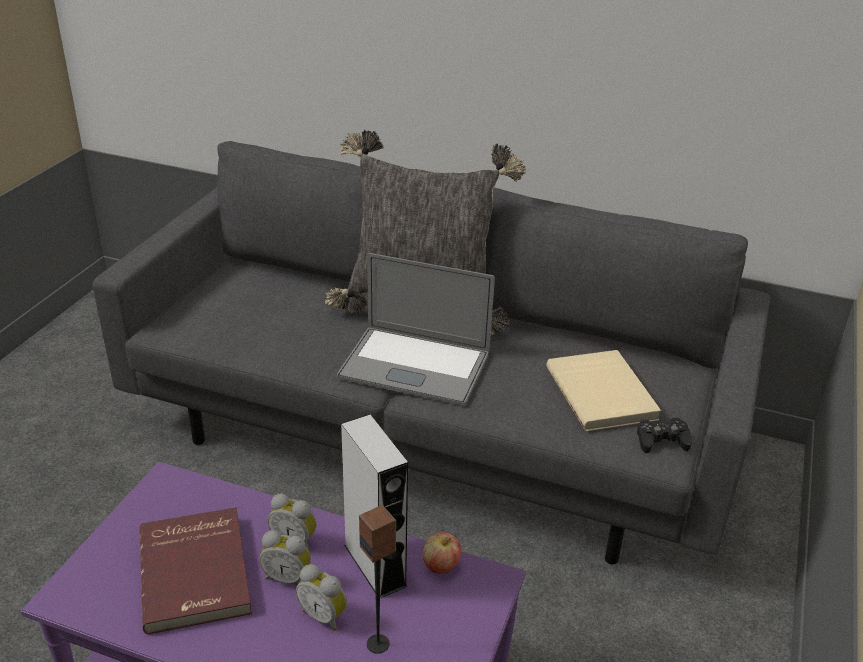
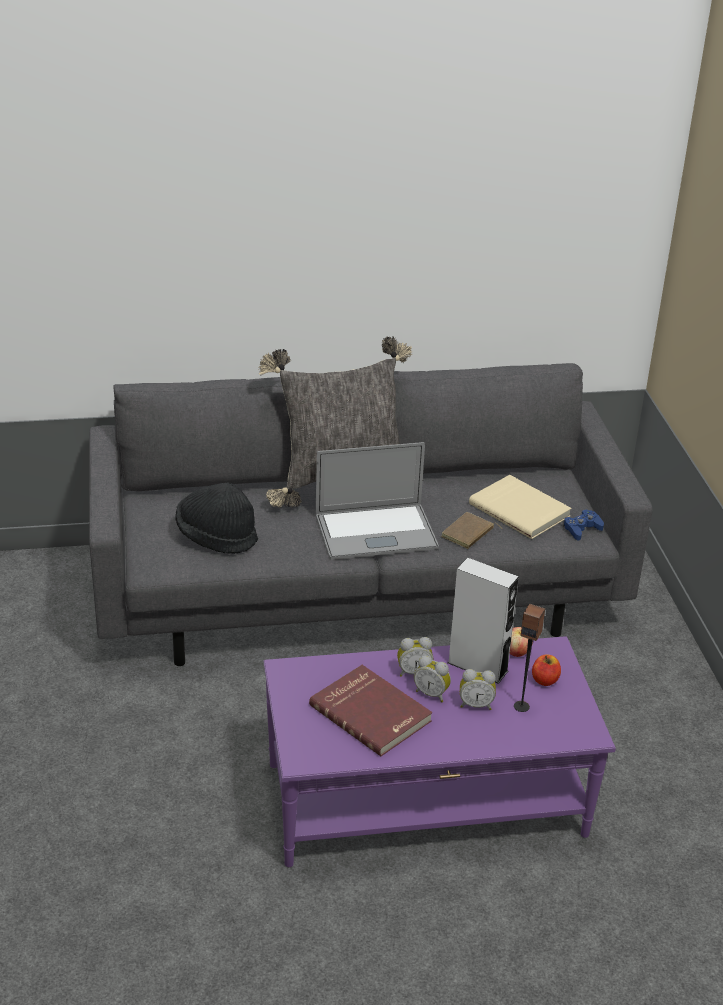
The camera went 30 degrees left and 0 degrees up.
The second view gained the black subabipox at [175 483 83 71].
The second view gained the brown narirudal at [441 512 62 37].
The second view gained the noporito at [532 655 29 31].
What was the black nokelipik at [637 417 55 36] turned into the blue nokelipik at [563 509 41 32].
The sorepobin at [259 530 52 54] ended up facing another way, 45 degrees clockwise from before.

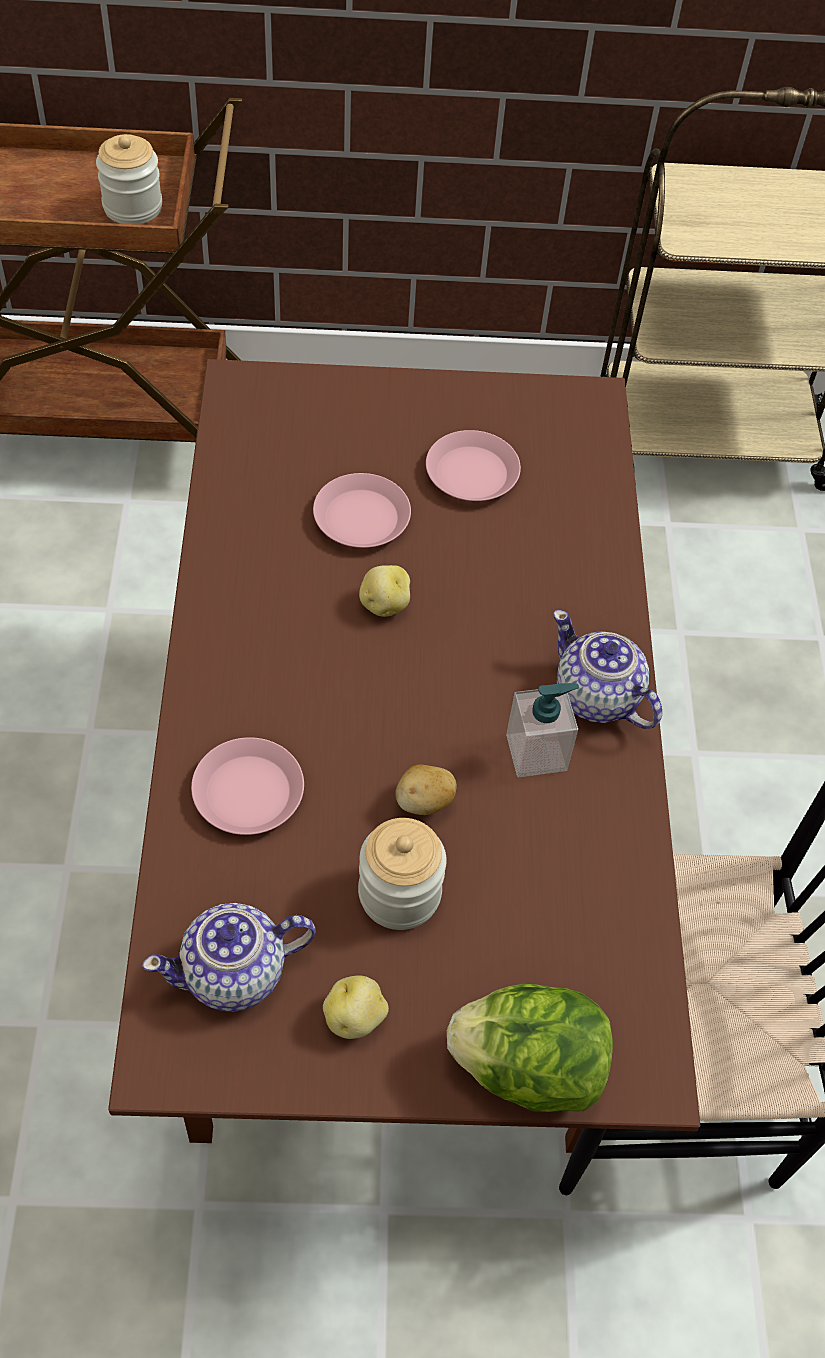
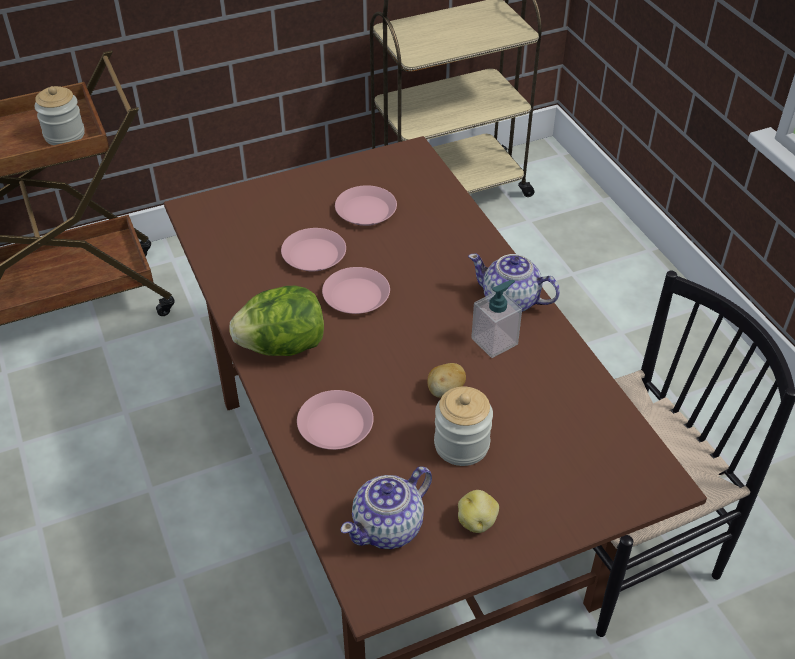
The camera went 20 degrees left and 10 degrees down.
The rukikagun ended up elsewhere, having gone from [447 984 166 128] to [229 286 95 70].
Where the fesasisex stood at [359 565 51 52], the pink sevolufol came to stand at [322 267 68 47].

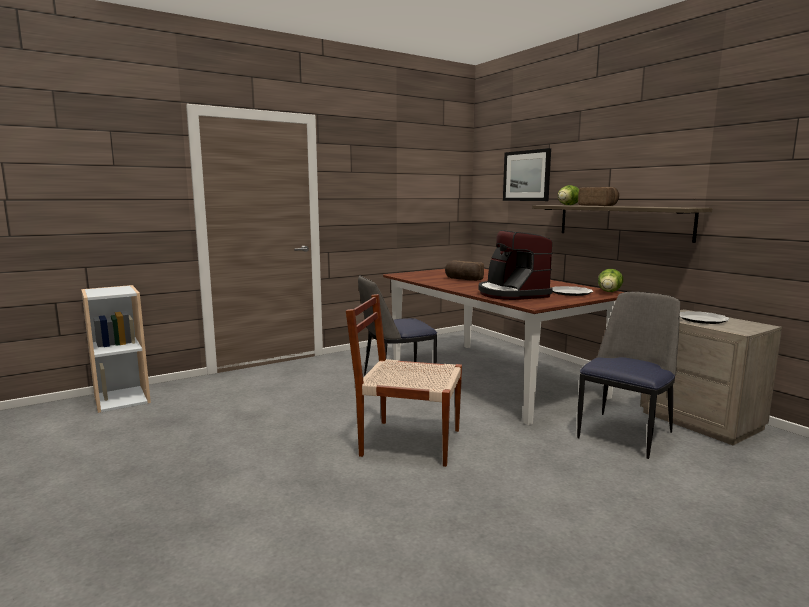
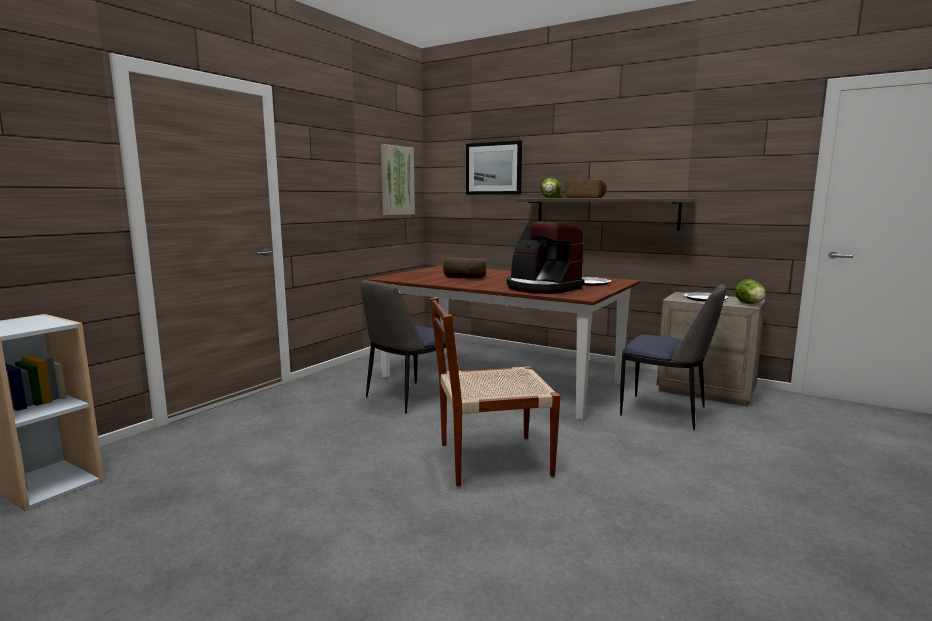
The camera went 25 degrees left and 0 degrees up.
The second view gained the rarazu at [381 144 34 71].
The rukikagun ended up elsewhere, having gone from [598 269 25 23] to [735 279 31 25].
The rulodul at [577 292 103 167] ended up facing another way, 105 degrees clockwise from before.

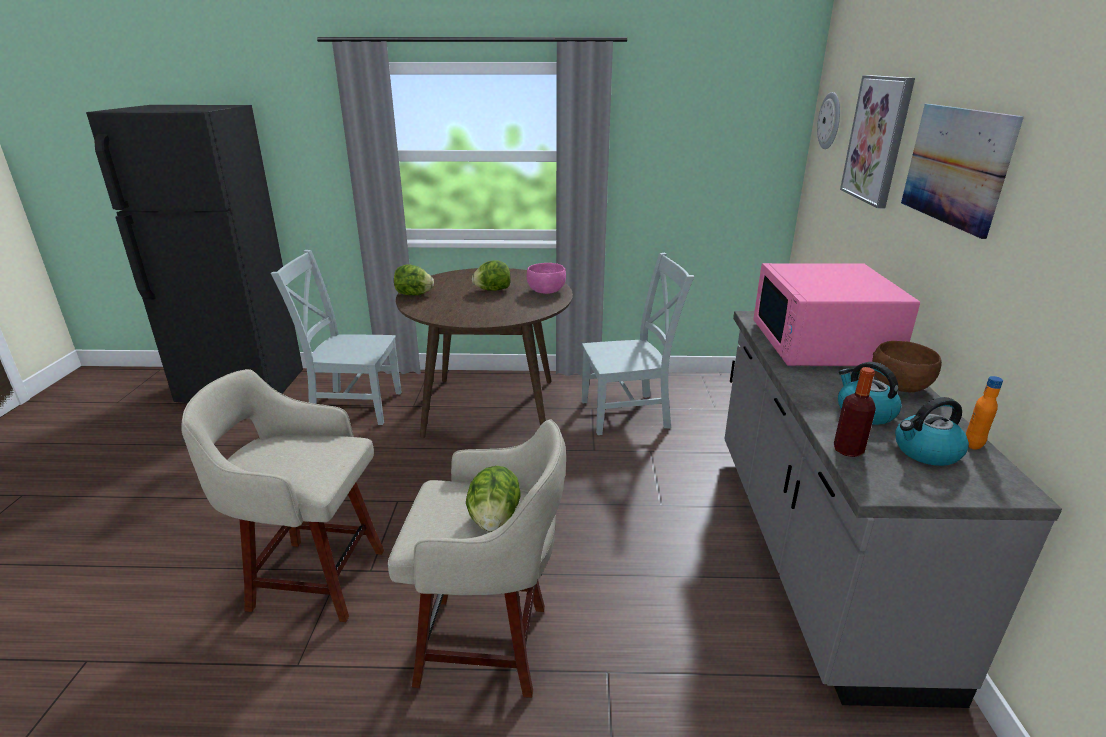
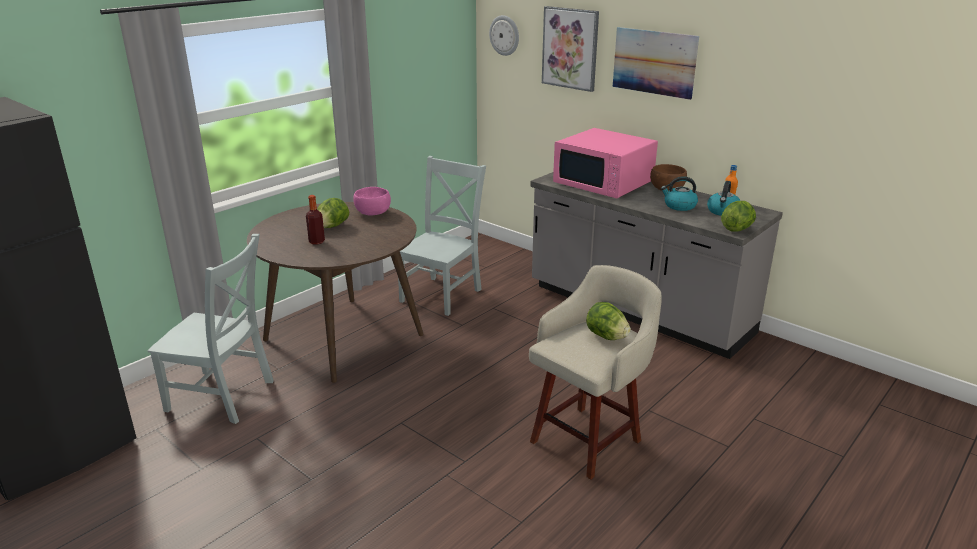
The camera went 50 degrees left and 0 degrees up.
The second view lost the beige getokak at [181 369 203 253].
The rukikagun ended up elsewhere, having gone from [394 264 40 31] to [721 201 35 30].
The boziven ended up elsewhere, having gone from [834 367 42 90] to [306 195 19 50].
The grey rulodul at [271 250 131 175] ended up facing another way, 120 degrees counterclockwise from before.

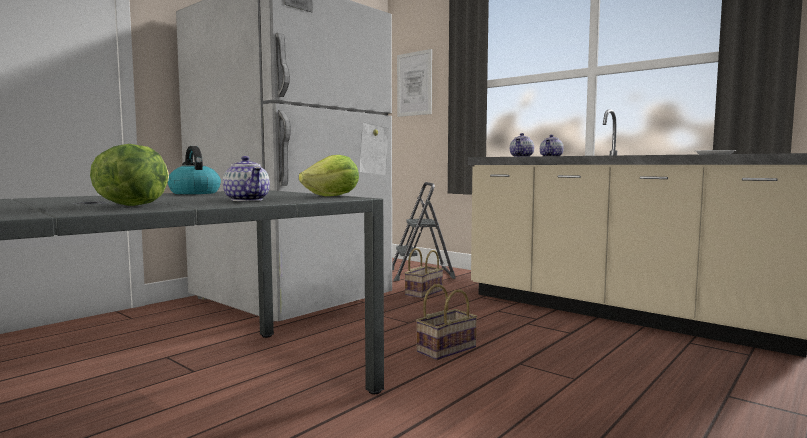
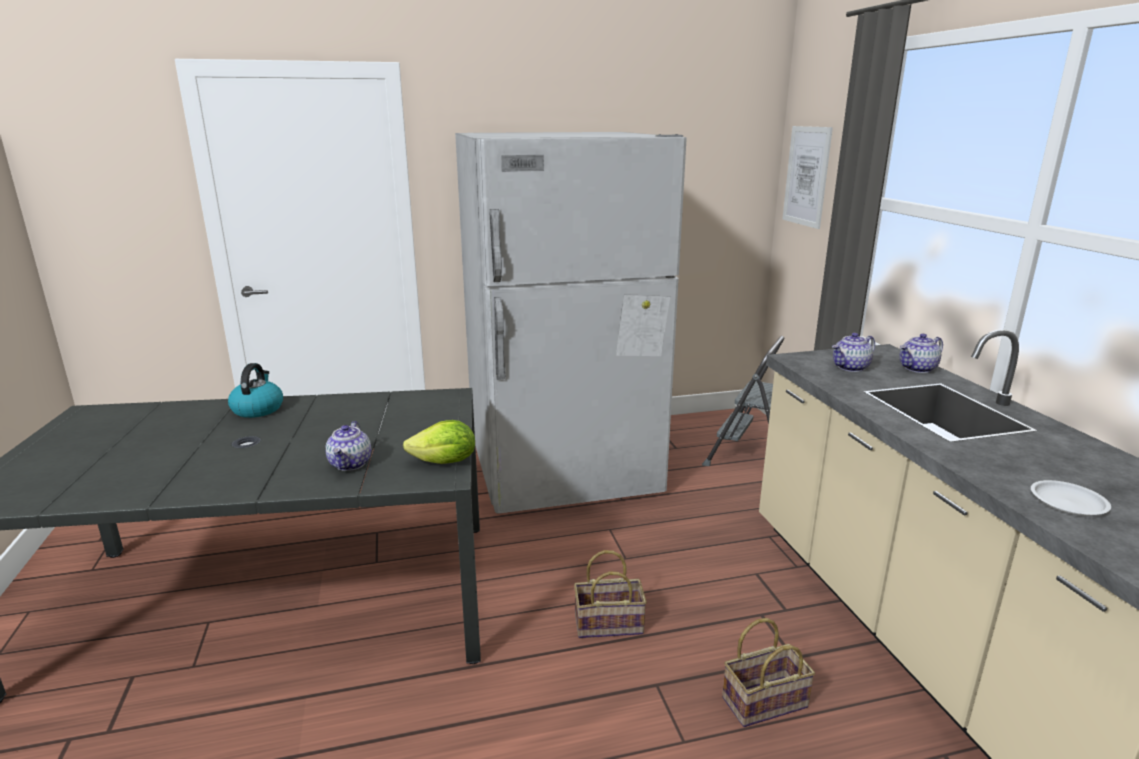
The camera went 35 degrees right and 15 degrees up.
The second view lost the rukikagun at [90 144 79 62].
The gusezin ended up elsewhere, having gone from [167 146 54 48] to [228 363 55 55].
The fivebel ended up elsewhere, having gone from [404 248 39 50] to [722 618 93 109].

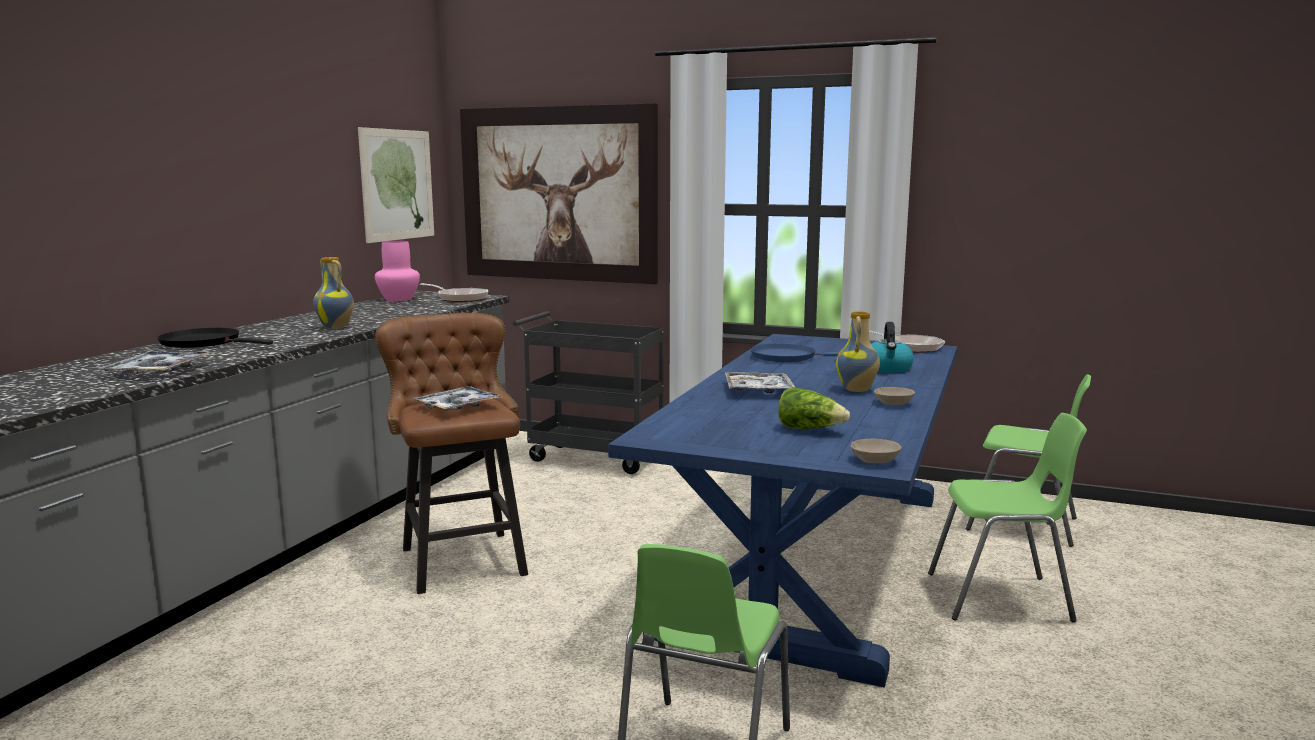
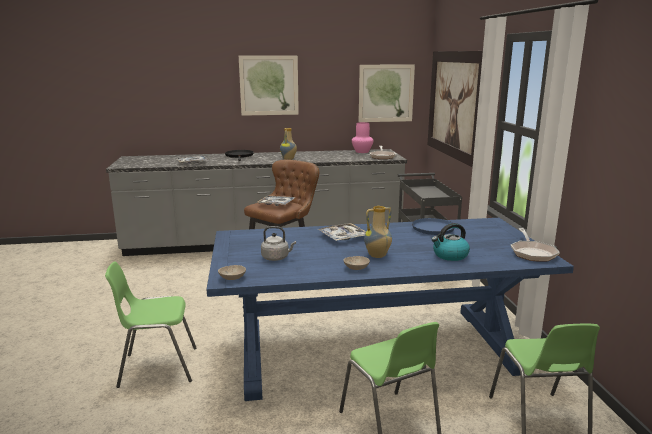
The camera went 60 degrees right and 5 degrees up.
The second view gained the rarazu at [239 55 60 61].
Where the rukikagun stood at [778 387 72 42], the grey gusezin came to stand at [261 226 35 35].

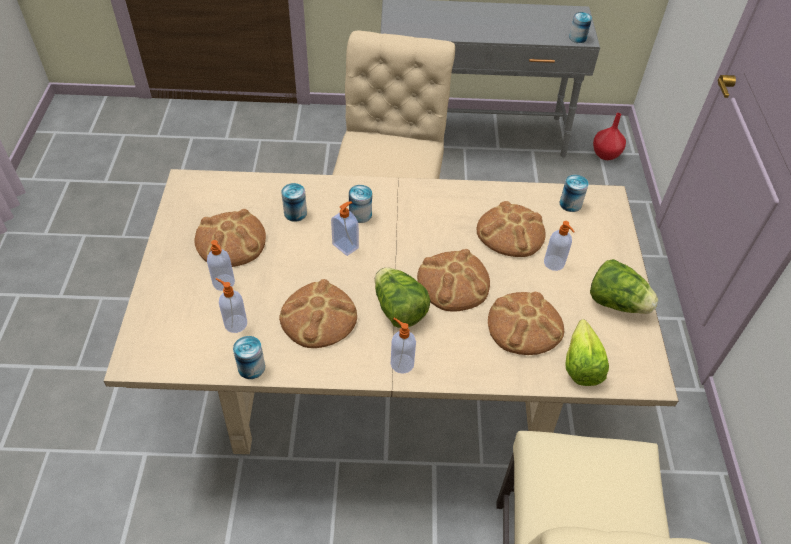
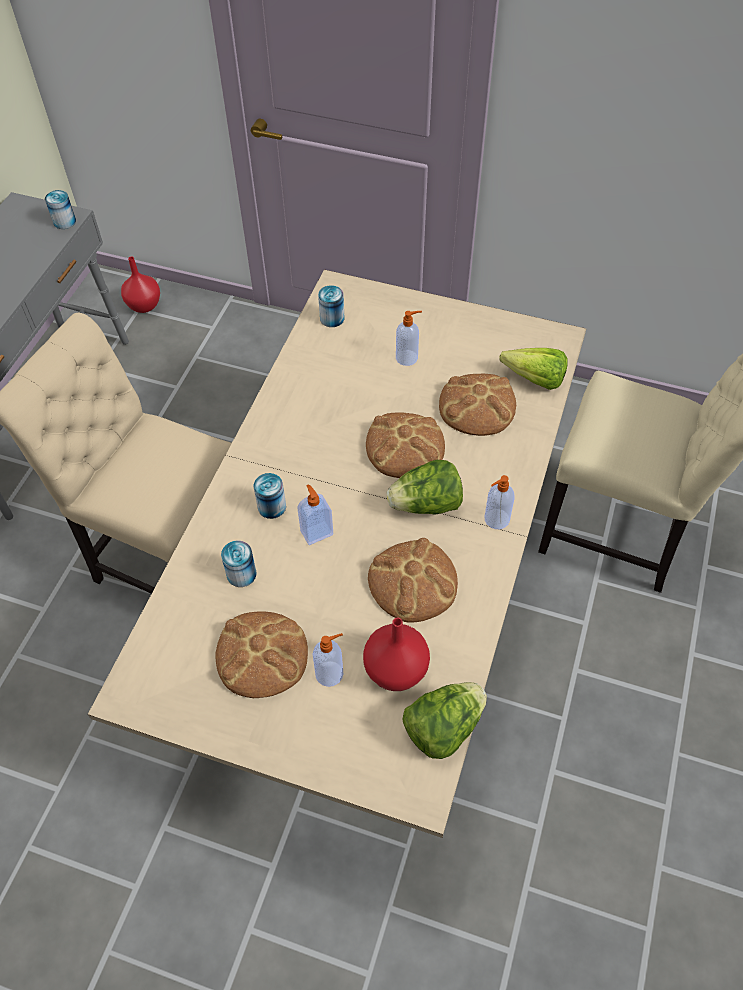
The camera went 70 degrees left and 5 degrees up.
The second view lost the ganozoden at [233 336 32 43].
The second view lost the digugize at [476 201 70 56].
The rukikagun ended up elsewhere, having gone from [590 259 68 55] to [402 682 85 77].
Where the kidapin stood at [216 278 31 55], the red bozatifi came to stand at [363 618 67 73].

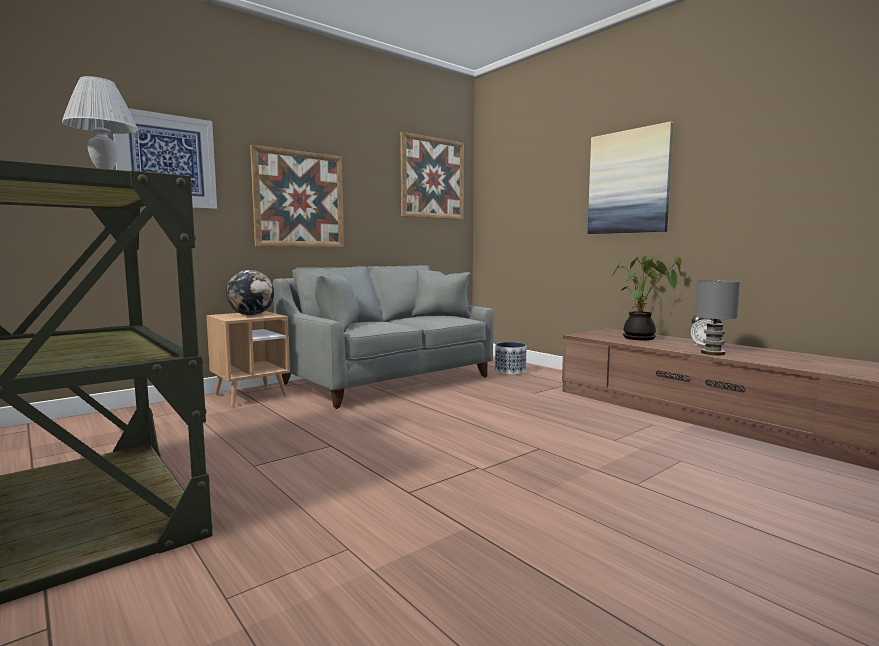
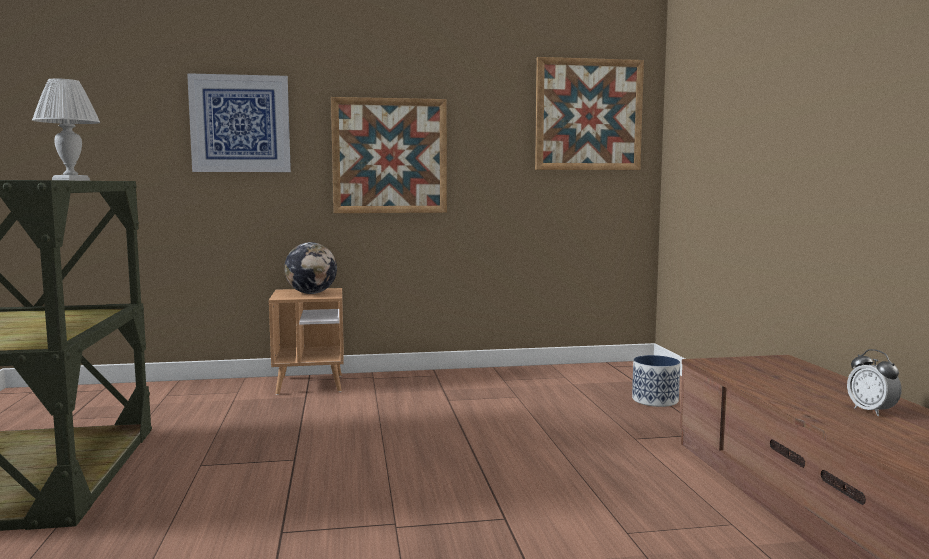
The camera went 30 degrees right and 0 degrees up.
The second view lost the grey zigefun at [273 265 220 144].
The second view lost the rarazu at [588 122 85 112].
The second view lost the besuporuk at [611 255 71 85].
The second view lost the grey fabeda at [695 280 45 75].

